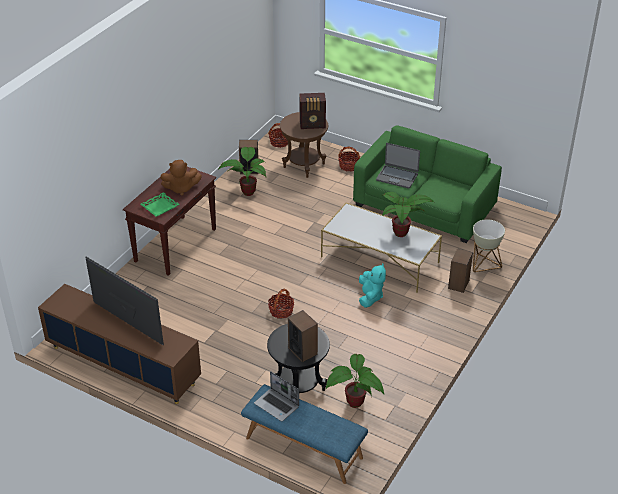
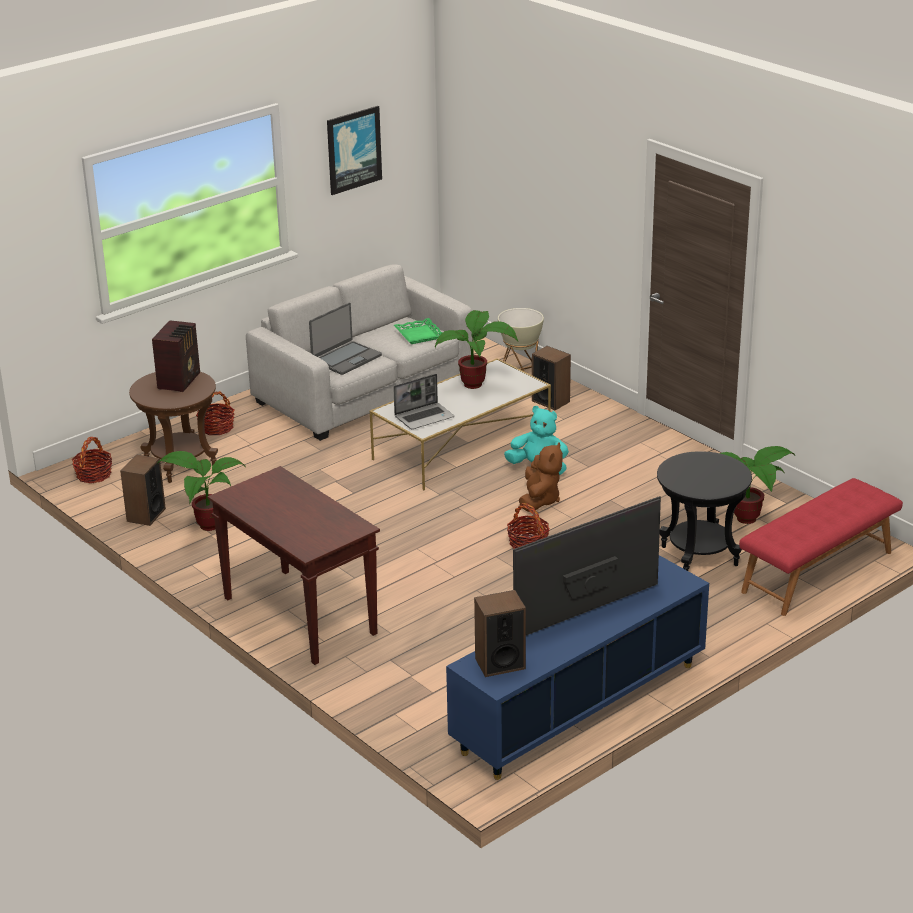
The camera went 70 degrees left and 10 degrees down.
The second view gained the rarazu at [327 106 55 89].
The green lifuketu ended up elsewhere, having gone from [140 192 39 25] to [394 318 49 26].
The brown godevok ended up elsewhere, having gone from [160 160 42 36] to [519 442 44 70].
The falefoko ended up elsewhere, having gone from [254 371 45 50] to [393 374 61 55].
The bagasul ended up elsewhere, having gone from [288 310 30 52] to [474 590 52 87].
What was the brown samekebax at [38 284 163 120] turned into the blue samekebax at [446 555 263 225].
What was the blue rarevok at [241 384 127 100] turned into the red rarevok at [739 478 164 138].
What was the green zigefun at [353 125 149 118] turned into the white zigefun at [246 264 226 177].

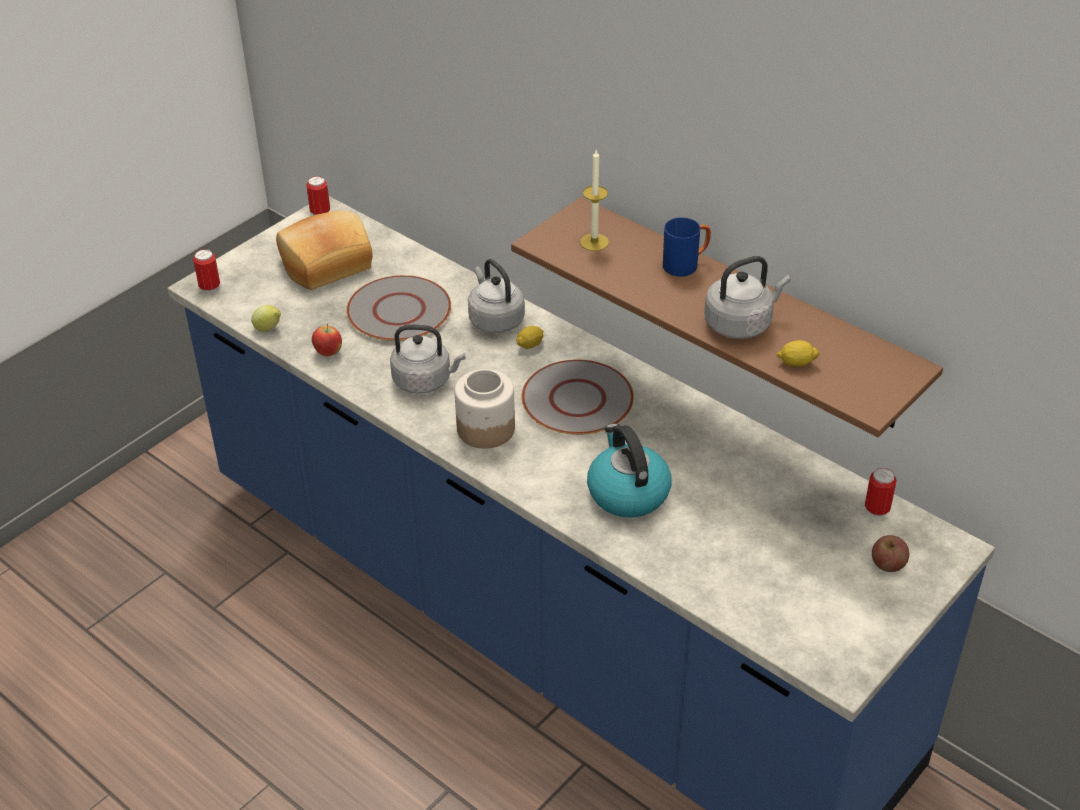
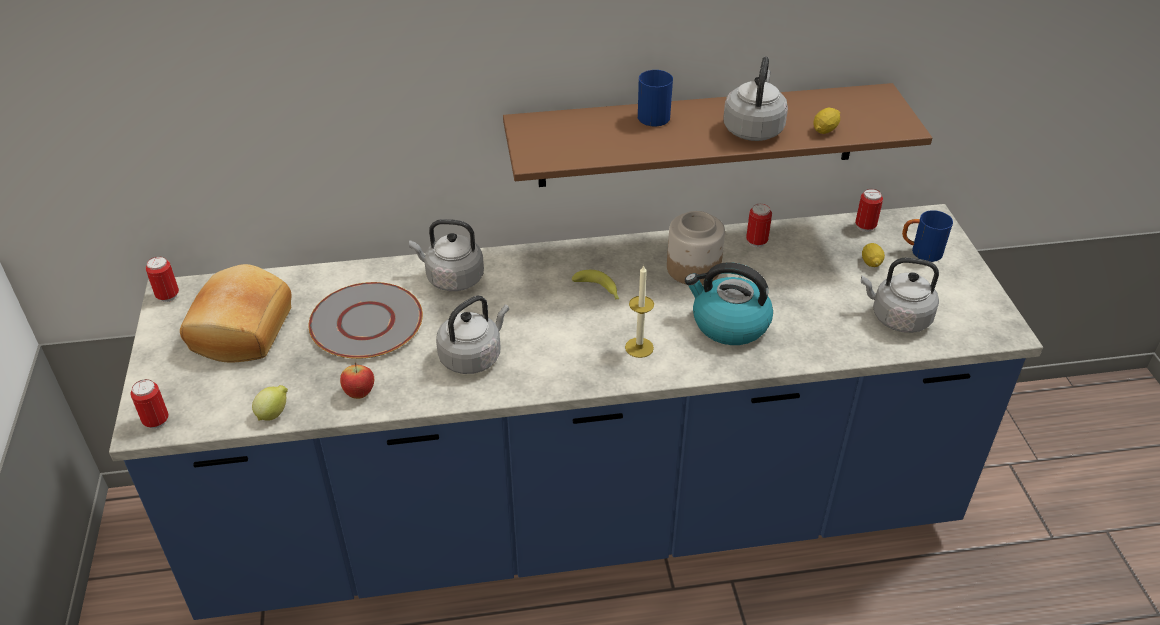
The camera went 50 degrees left and 0 degrees up.
The second view gained the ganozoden at [746 204 26 43].
The second view gained the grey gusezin at [861 258 78 75].
The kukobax ended up elsewhere, having gone from [455 369 60 80] to [667 211 58 74].
The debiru ended up elsewhere, having gone from [516 326 27 23] to [862 243 23 24].
The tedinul ended up elsewhere, having gone from [580 150 29 101] to [625 265 29 93].
Where the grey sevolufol stood at [522 360 112 75], the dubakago came to stand at [572 270 47 30].
Where the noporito stood at [872 535 37 37], the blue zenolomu came to stand at [902 210 51 52].

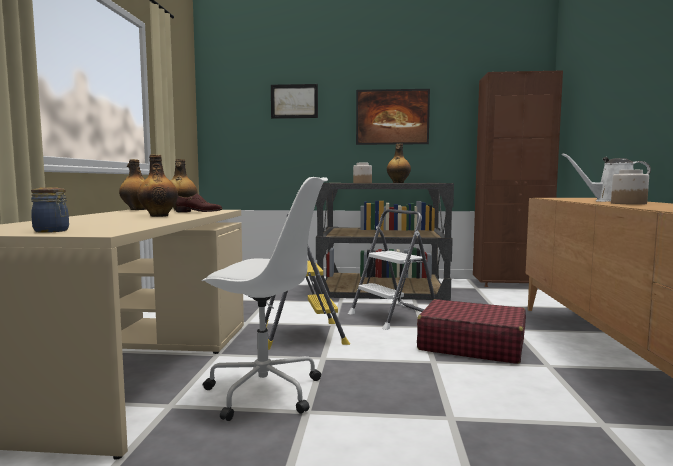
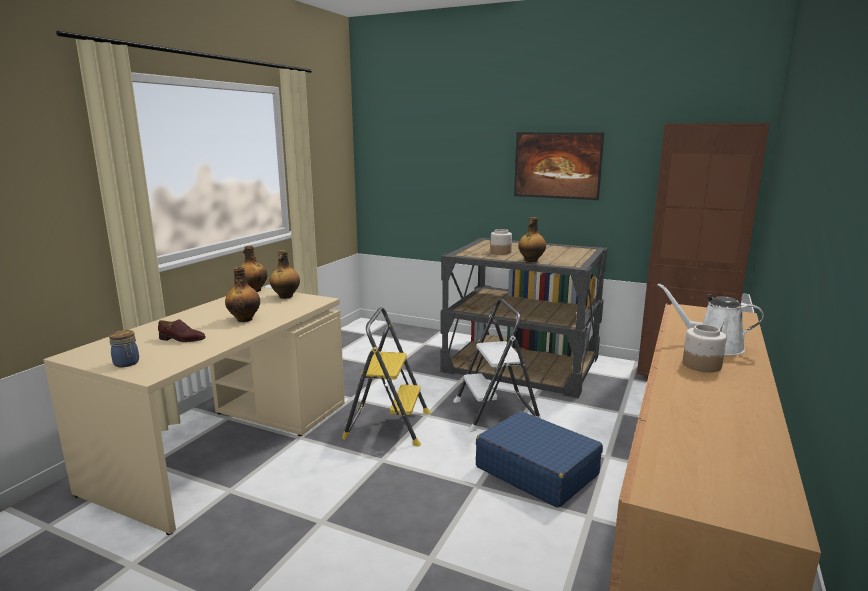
The camera went 20 degrees right and 10 degrees up.
The second view lost the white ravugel at [202 177 126 244].
The second view lost the rarazu at [271 84 47 35].
The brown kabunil ended up elsewhere, having gone from [176 193 46 20] to [158 319 48 23].
What was the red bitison at [417 299 109 65] turned into the blue bitison at [476 411 127 97].

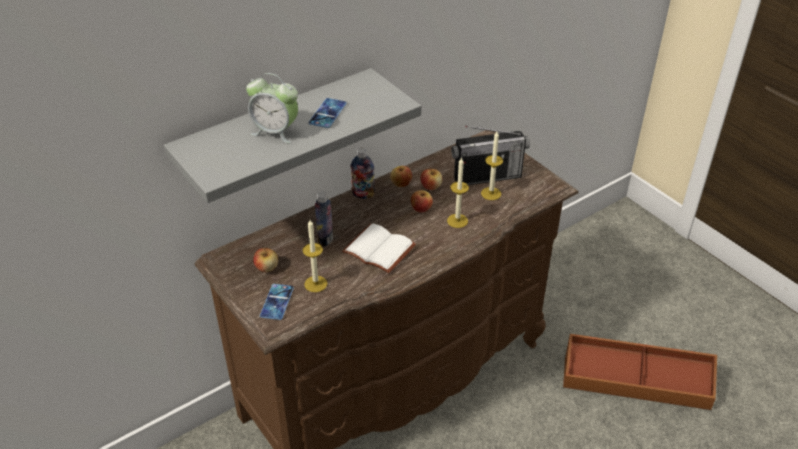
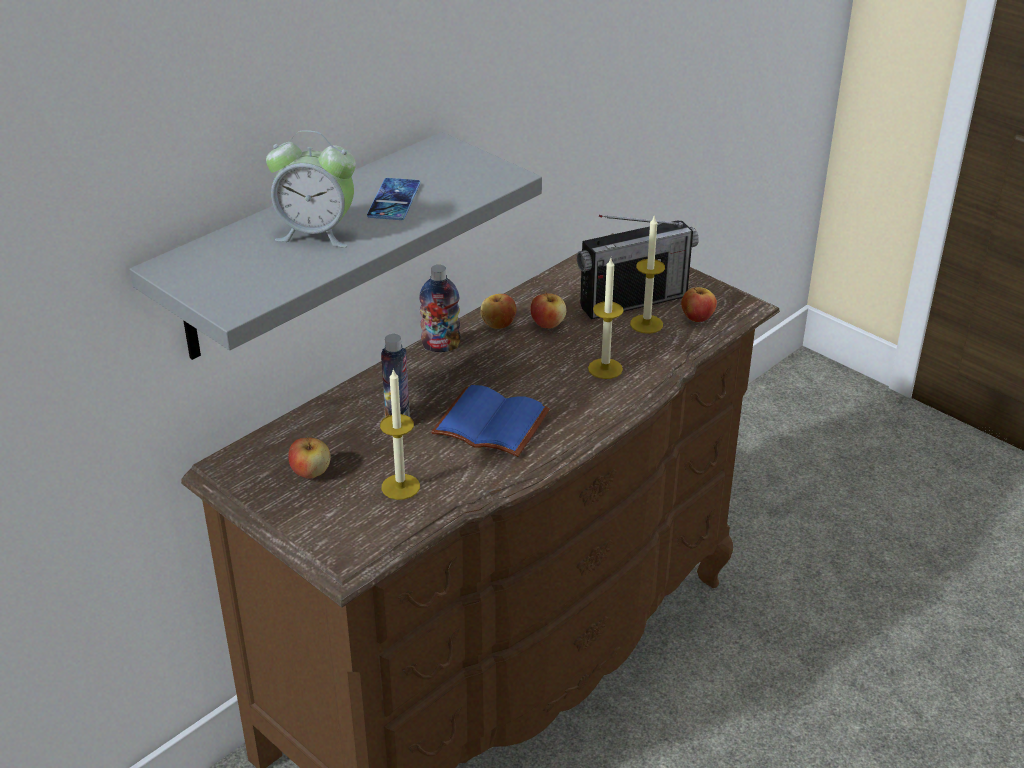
The camera went 10 degrees left and 5 degrees down.
The second view lost the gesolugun at [260 284 34 36].
The second view lost the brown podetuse at [563 334 154 76].
The noporito ended up elsewhere, having gone from [411 190 22 23] to [681 287 36 35].
What was the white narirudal at [342 224 74 49] turned into the blue narirudal at [431 385 119 72].

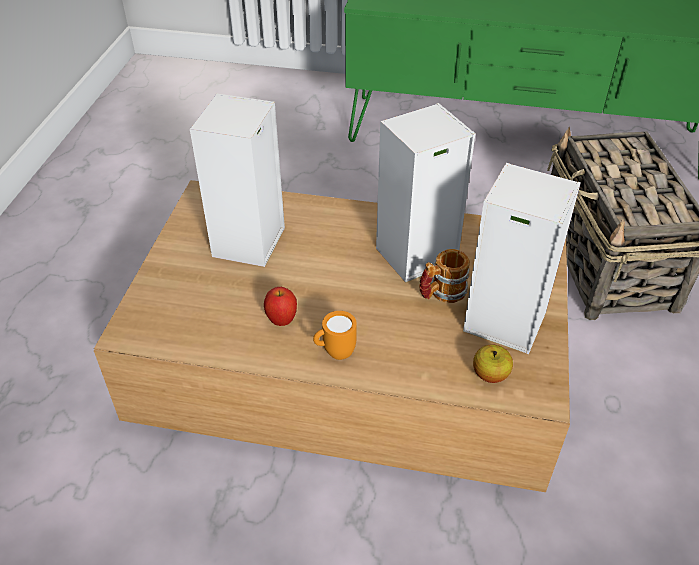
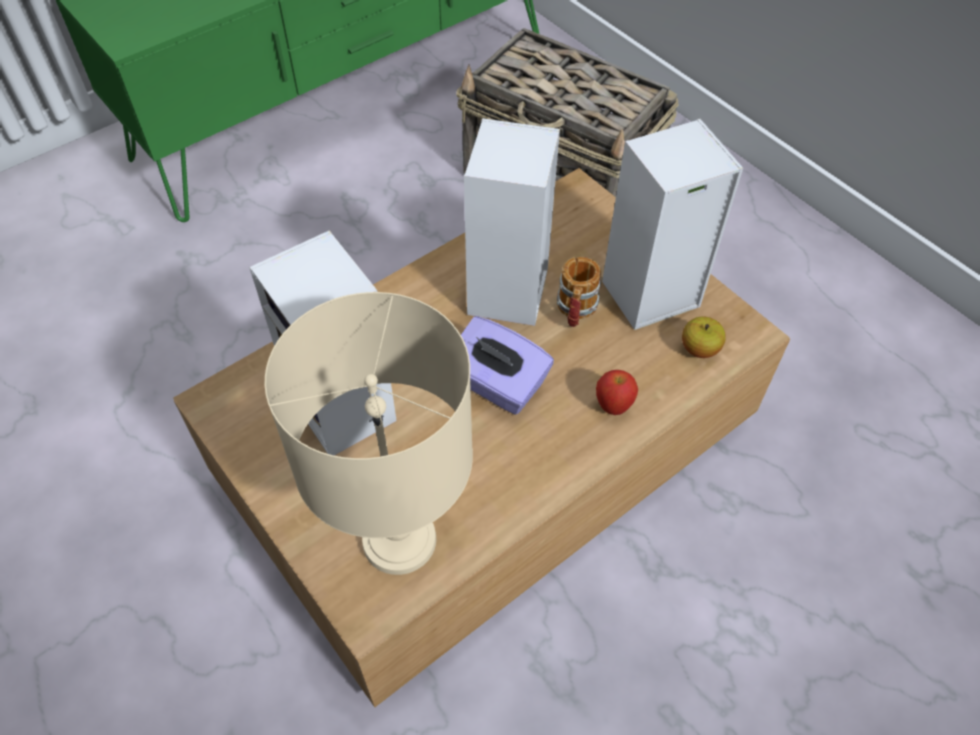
The camera went 50 degrees left and 10 degrees up.
The second view lost the orange zenolomu at [313 311 44 49].
The second view gained the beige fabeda at [265 292 208 283].
The second view gained the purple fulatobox at [461 316 93 99].
The noporito ended up elsewhere, having gone from [264 287 33 39] to [596 370 42 45].

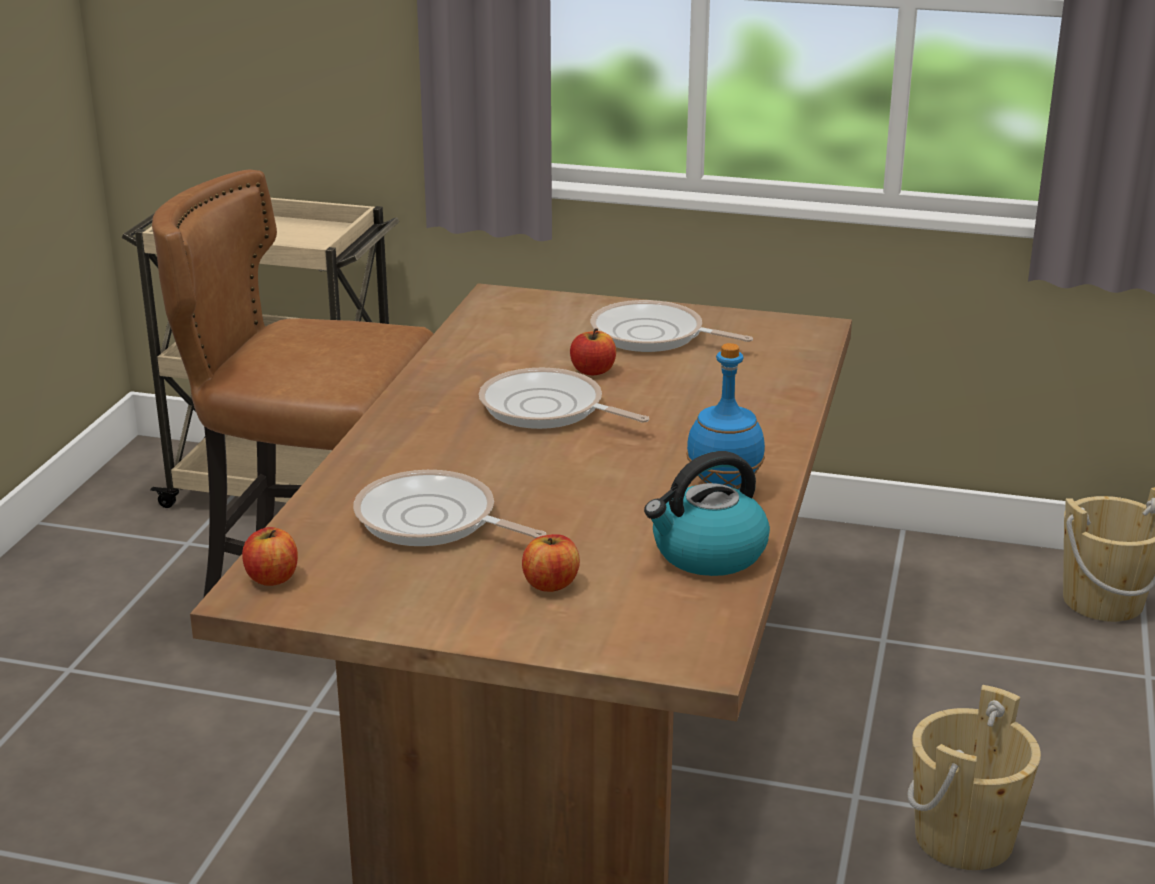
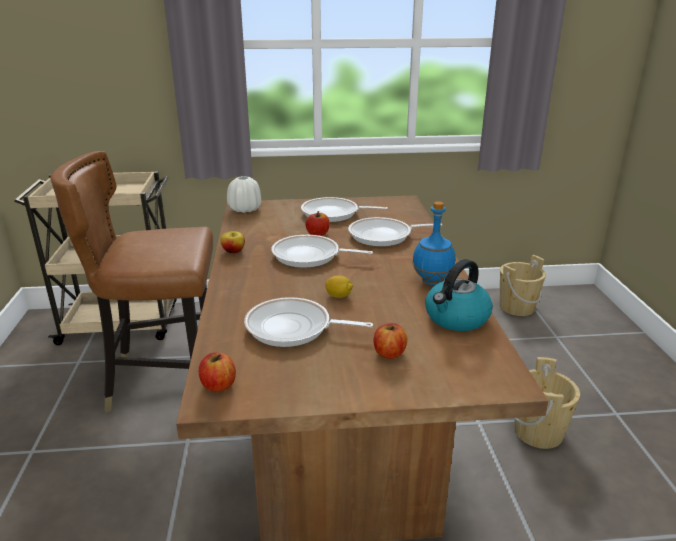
The camera went 20 degrees left and 0 degrees up.
The second view gained the noporito at [220 231 25 23].
The second view gained the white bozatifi at [227 176 34 37].
The second view gained the debiru at [325 276 28 22].
The second view gained the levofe at [348 217 94 29].

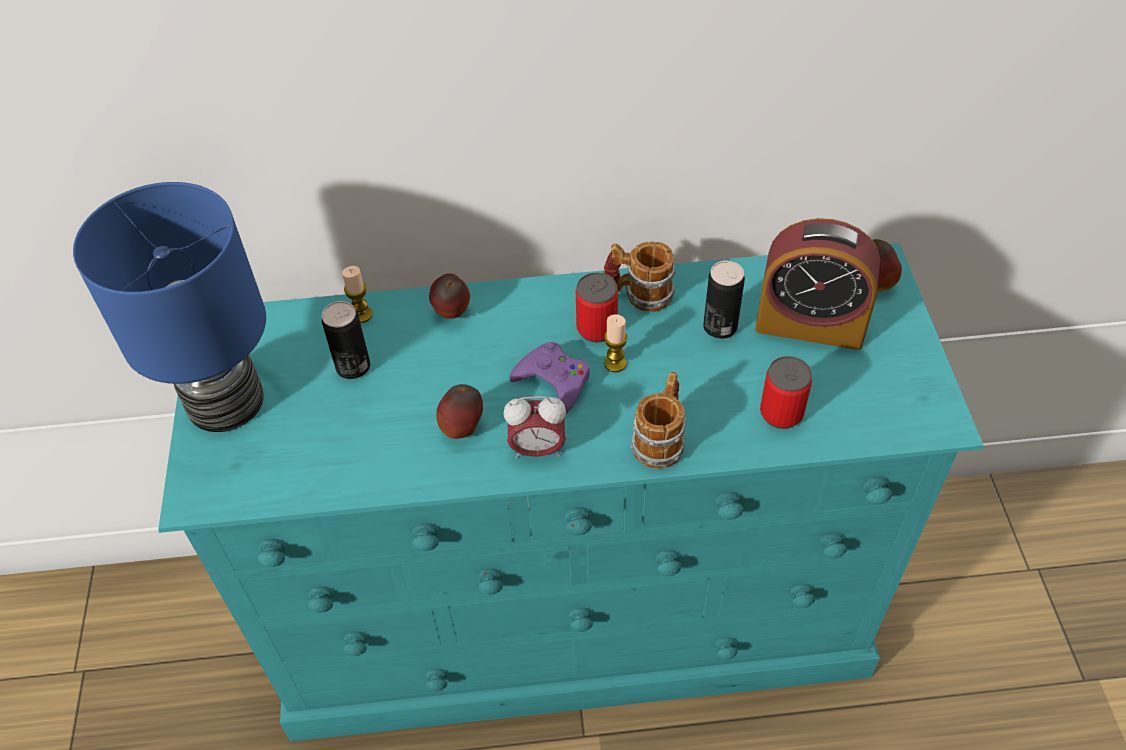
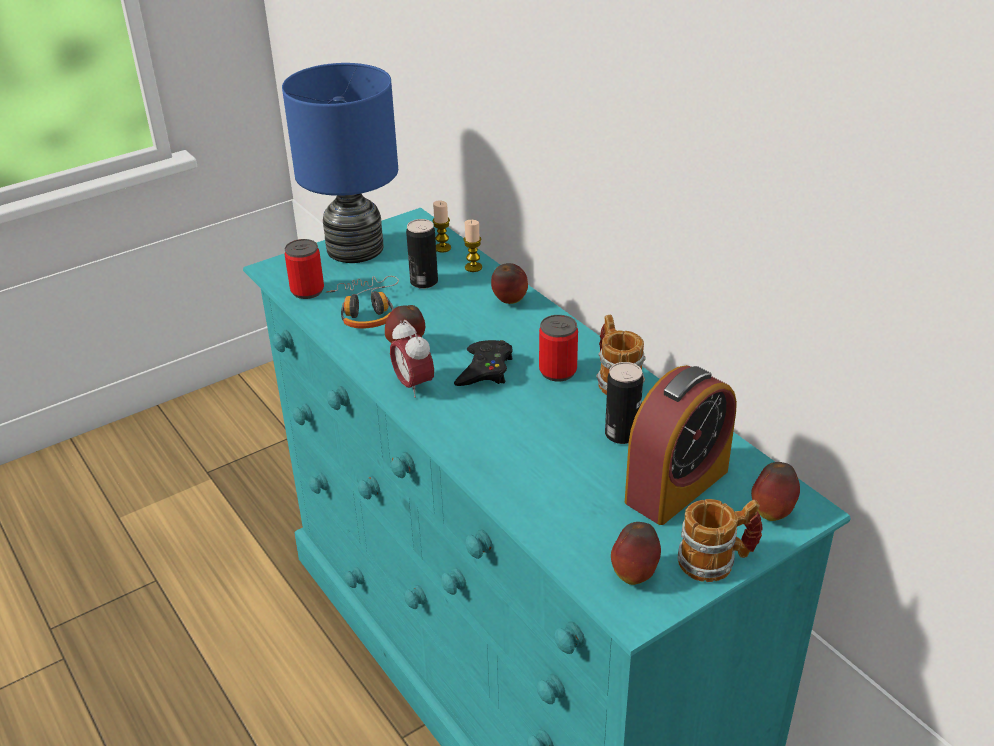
The camera went 60 degrees right and 15 degrees down.
The second view gained the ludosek at [326 276 73 53].
The second view gained the noporito at [611 522 50 63].
The tedinul ended up elsewhere, having gone from [604 314 24 58] to [432 200 19 53].
The zenolomu ended up elsewhere, having gone from [631 372 55 97] to [677 499 86 83].
The ganozoden ended up elsewhere, having gone from [760 356 52 73] to [285 239 39 60].
What was the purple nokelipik at [509 342 81 72] turned into the black nokelipik at [454 340 59 46].
The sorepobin at [755 218 125 132] ended up facing another way, 120 degrees counterclockwise from before.

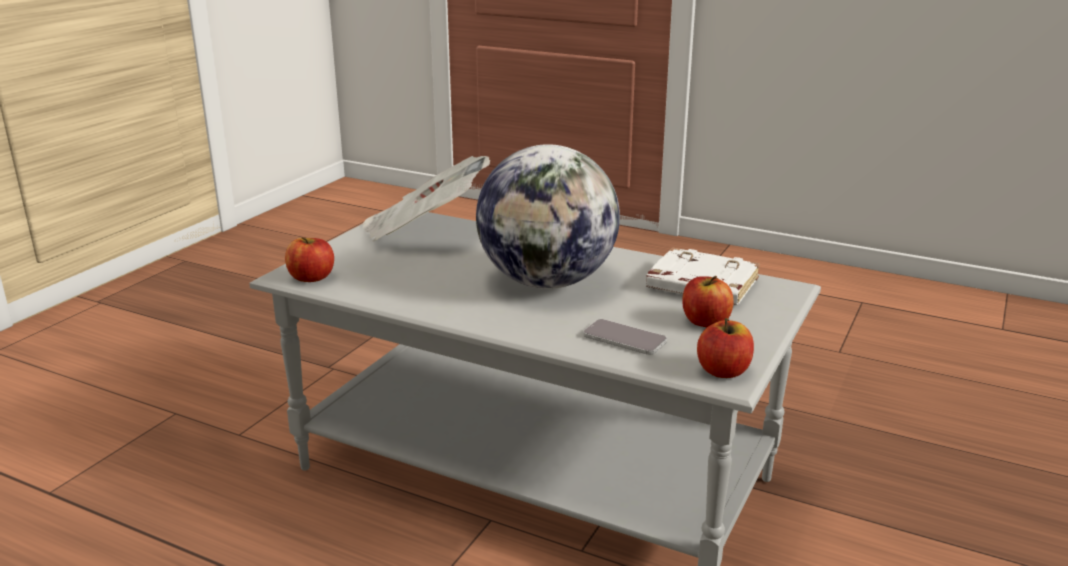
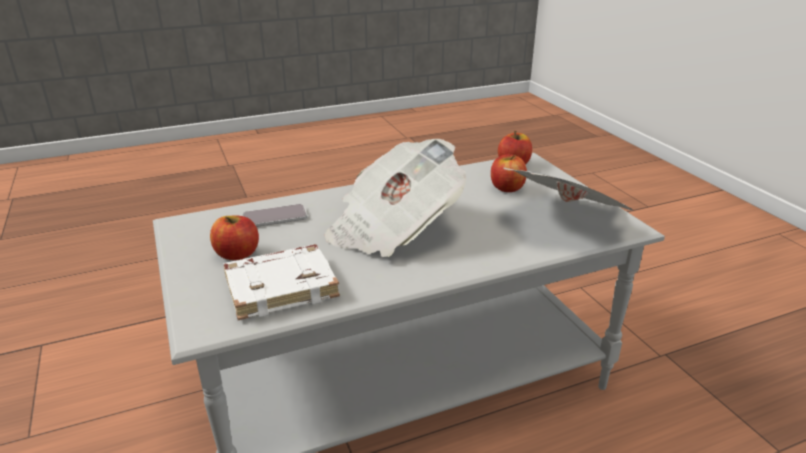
The camera went 130 degrees right and 5 degrees up.
The noporito ended up elsewhere, having gone from [697 318 57 60] to [491 154 36 38].
Where the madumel stood at [476 144 144 145], the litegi came to stand at [324 139 142 118].

